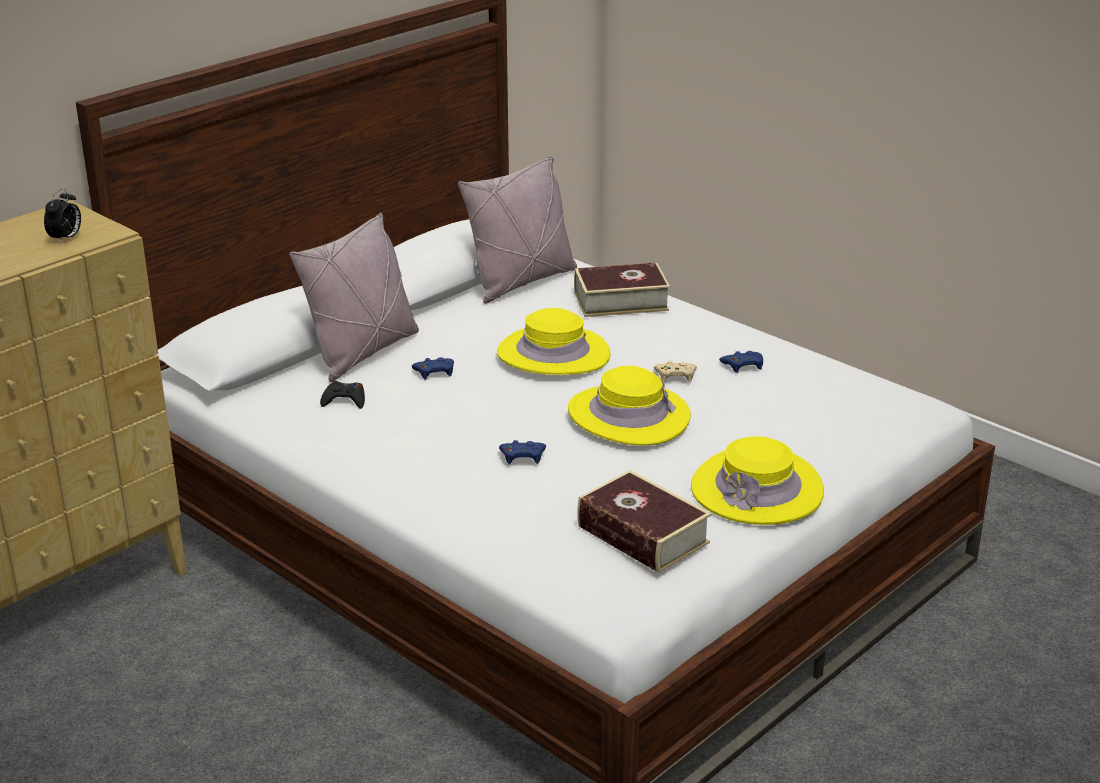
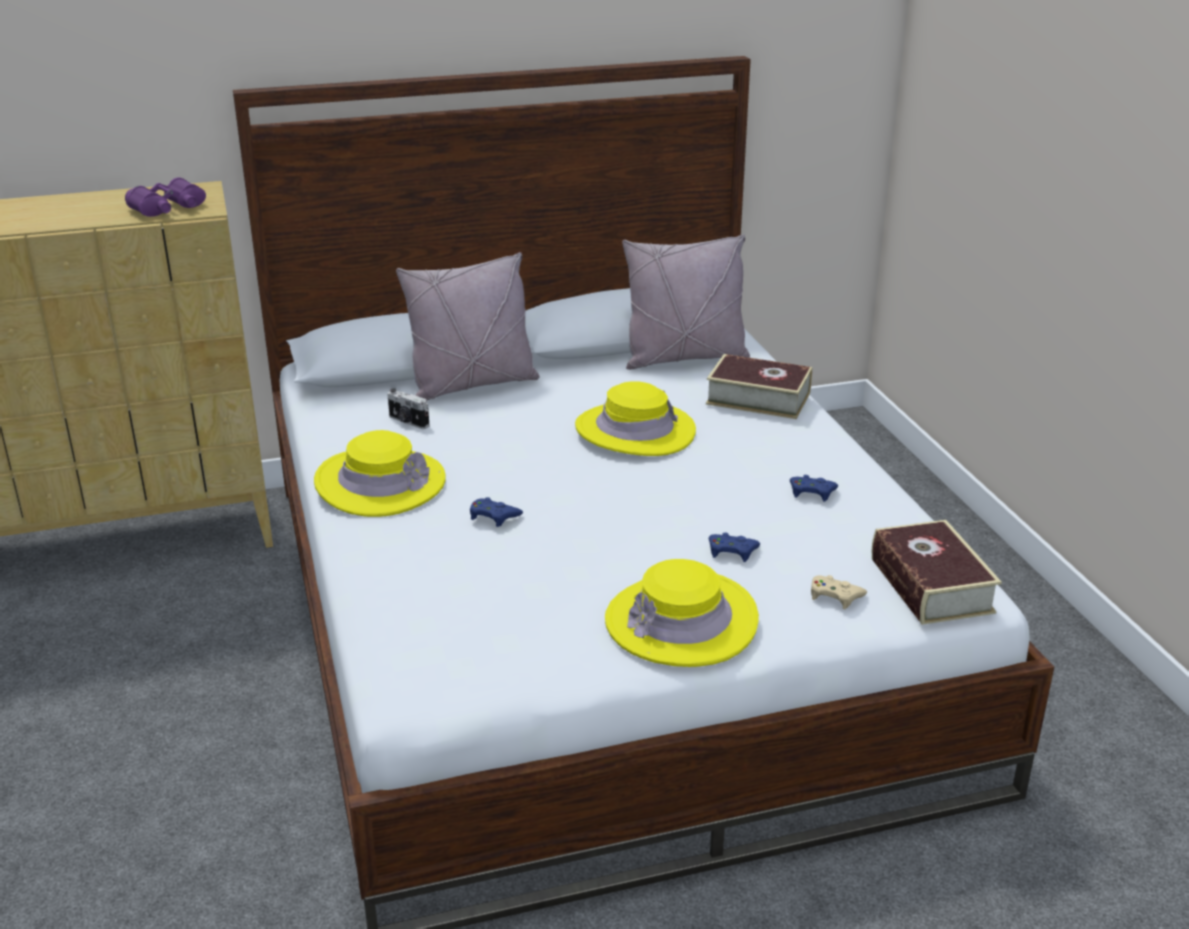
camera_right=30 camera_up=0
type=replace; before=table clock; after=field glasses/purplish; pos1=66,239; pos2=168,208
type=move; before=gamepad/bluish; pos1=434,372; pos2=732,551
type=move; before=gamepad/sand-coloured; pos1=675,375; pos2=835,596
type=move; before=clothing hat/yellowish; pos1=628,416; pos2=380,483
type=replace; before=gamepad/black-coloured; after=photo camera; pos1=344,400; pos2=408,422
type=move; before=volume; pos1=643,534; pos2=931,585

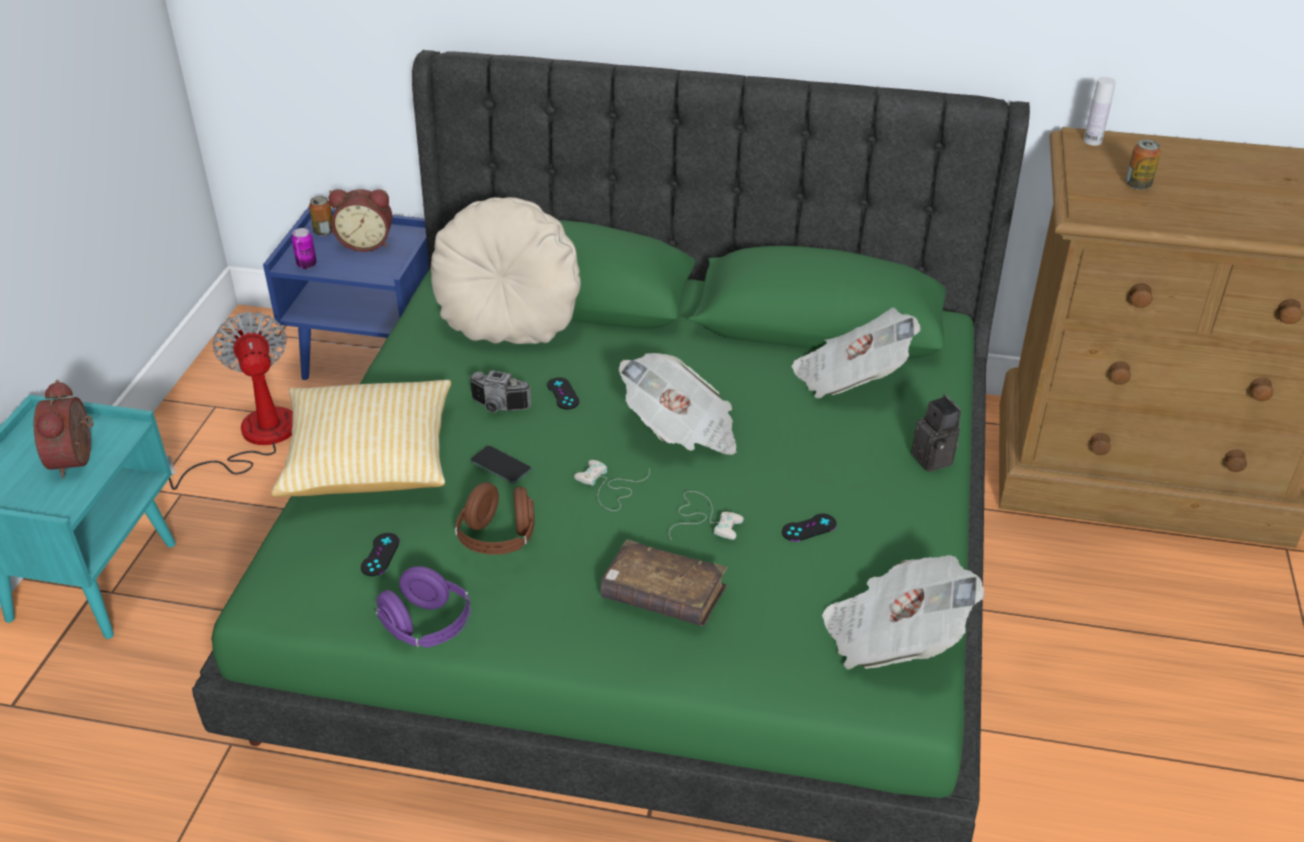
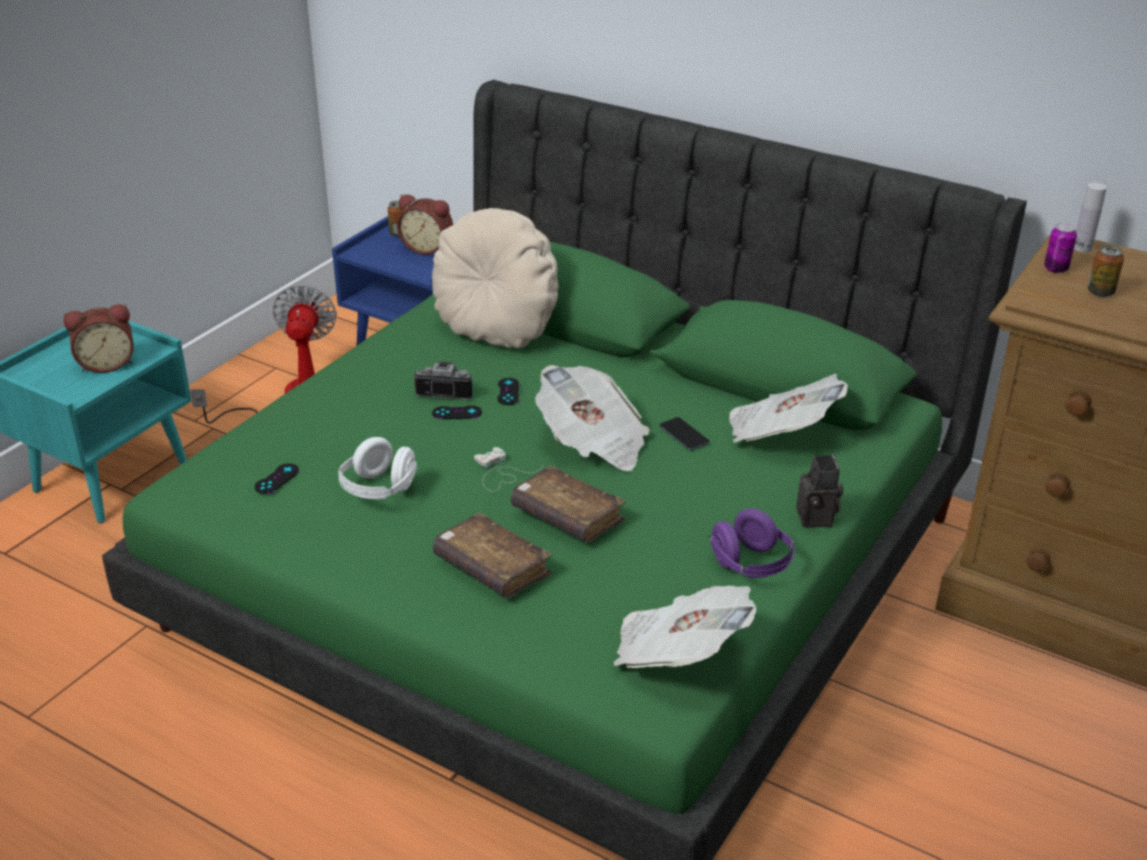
camera_right=20 camera_up=-5
type=move; before=sealed can; pos1=307,265; pos2=1055,269
type=rotate; before=photo camera; pos1=498,408; pos2=445,391; turn=150
type=rotate; before=table clock; pos1=77,459; pos2=107,363; turn=-120
type=delete; before=throw pillow; pos1=369,460
type=move; before=handset; pos1=500,465; pos2=684,435
type=recolor; before=headset/brown; after=headset/white-coloured; pos1=498,539; pos2=379,490
type=replace; before=gamepad/white-coloured; after=volume/brown; pos1=704,518; pos2=567,516
type=move; before=gamepad/black-coloured; pos1=809,528; pos2=457,413
type=move; before=headset/purplish; pos1=427,627; pos2=751,565

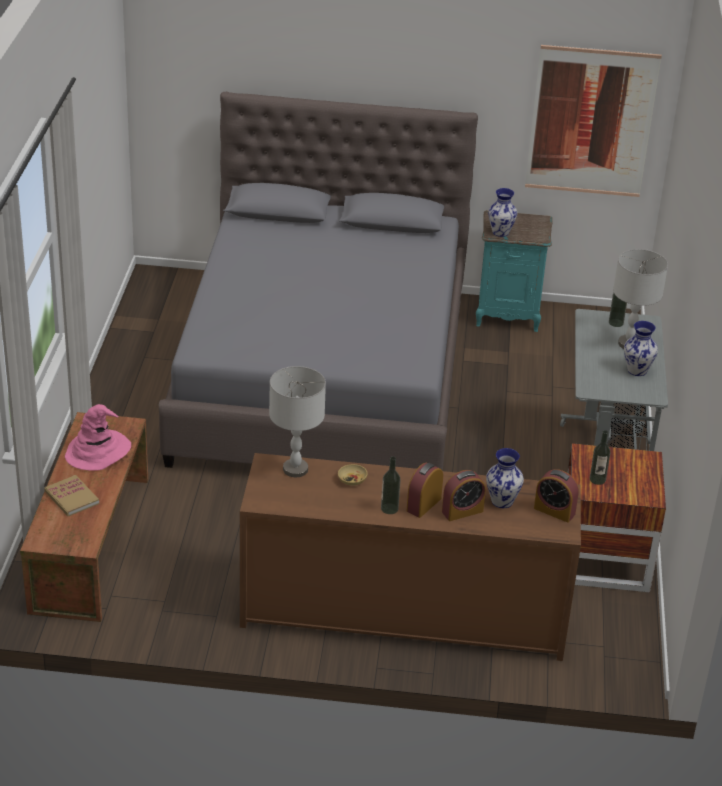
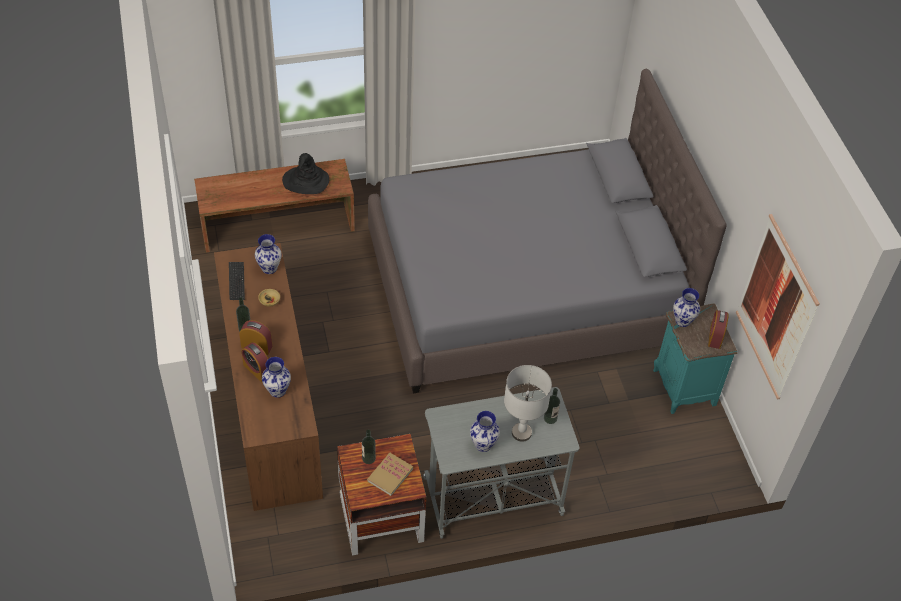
camera_right=70 camera_up=15
type=replace; before=table lamp/grey; after=decorative vase; pos1=296,469; pos2=269,268
type=recolor; before=clothing hat/pink; after=clothing hat/black-coloured; pos1=98,451; pos2=305,181
type=move; before=table clock; pos1=554,511; pos2=715,337
type=move; before=volume; pos1=71,498; pos2=390,475
type=insert; after=computer keyboard; pos2=236,281

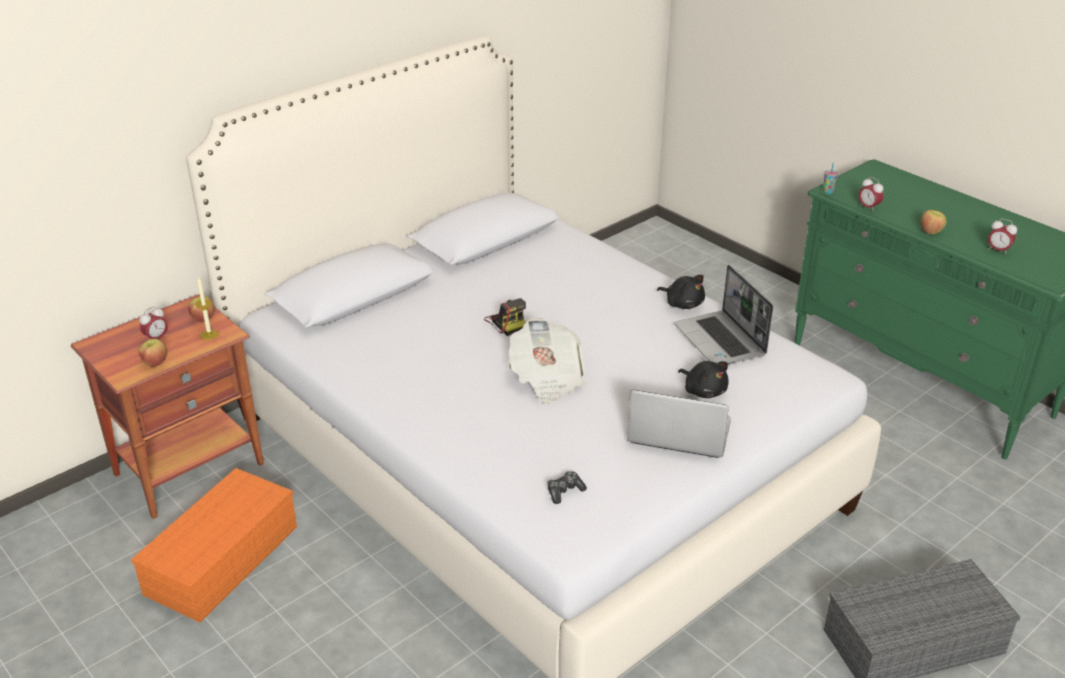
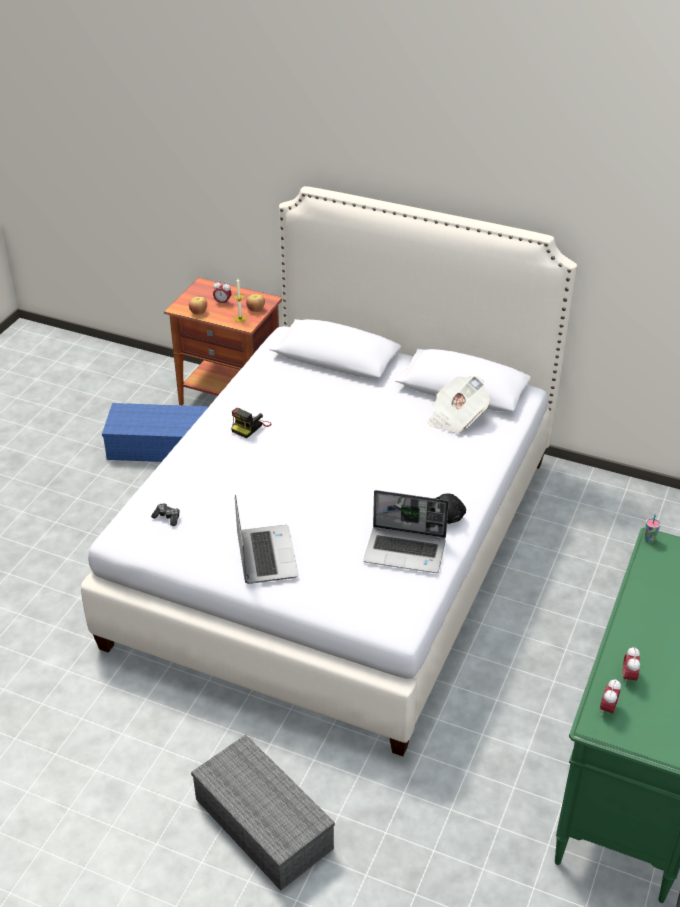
camera_right=65 camera_up=5
type=move; before=table clock; pos1=868,208; pos2=608,709
type=delete; before=apple fruit; pos1=931,231
type=rotate; before=laptop; pos1=721,341; pos2=406,550; turn=-120
type=move; before=photo camera; pos1=506,322; pos2=250,427
type=move; before=daily paper; pos1=546,378; pos2=456,417
type=delete; before=plush toy/black-coloured; pos1=703,390
type=recolor; before=storage container/orange; after=storage container/bluish; pos1=222,557; pos2=162,445

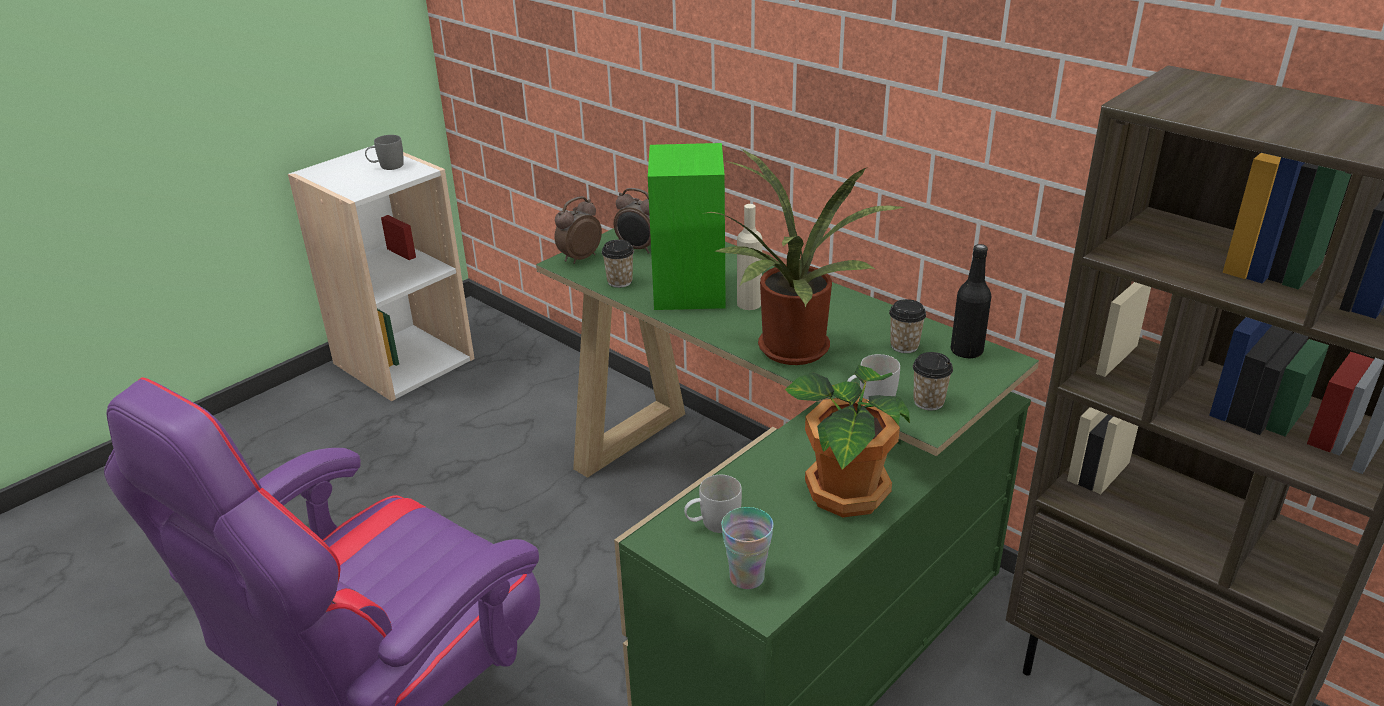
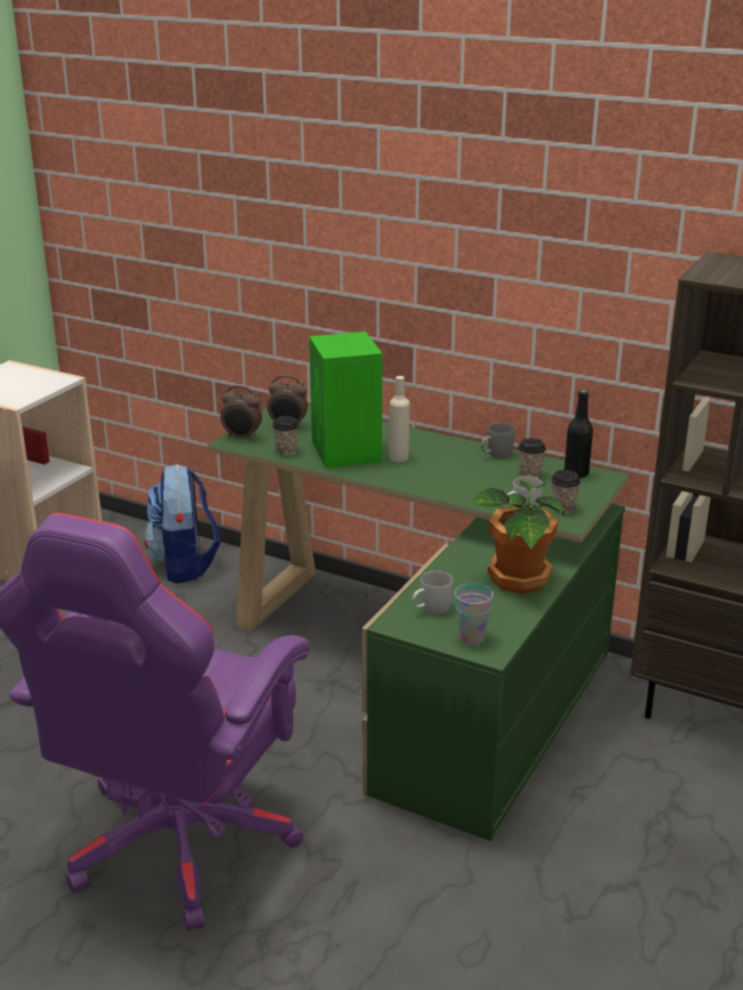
camera_right=-15 camera_up=-5
type=move; before=tea mug/grey; pos1=386,166; pos2=495,455
type=delete; before=plant in a pot; pos1=790,353
type=rotate; before=table clock; pos1=579,258; pos2=242,437; turn=-105
type=insert; after=backpack; pos2=185,565

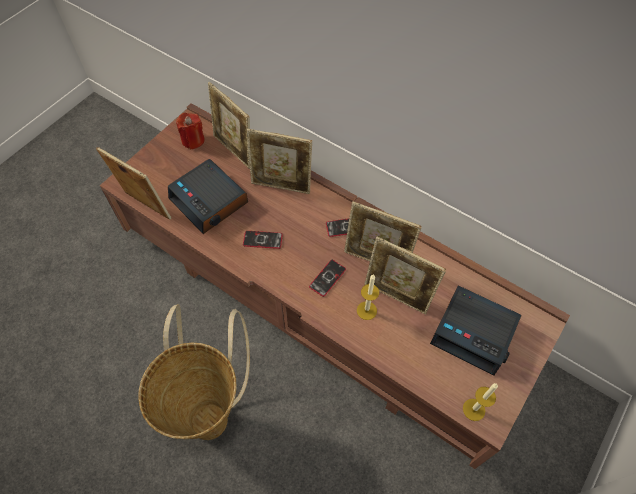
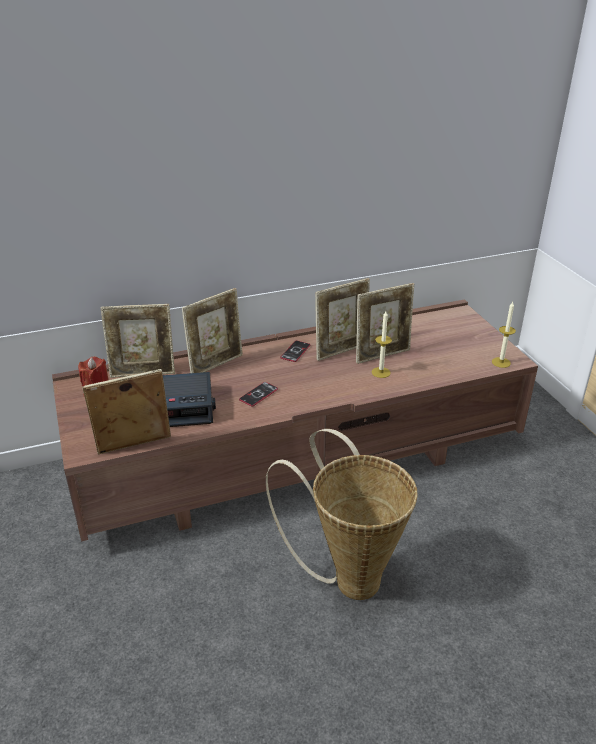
camera_right=-55 camera_up=-25
type=delete; before=handset; pos1=327,278
type=delete; before=table clock; pos1=474,332

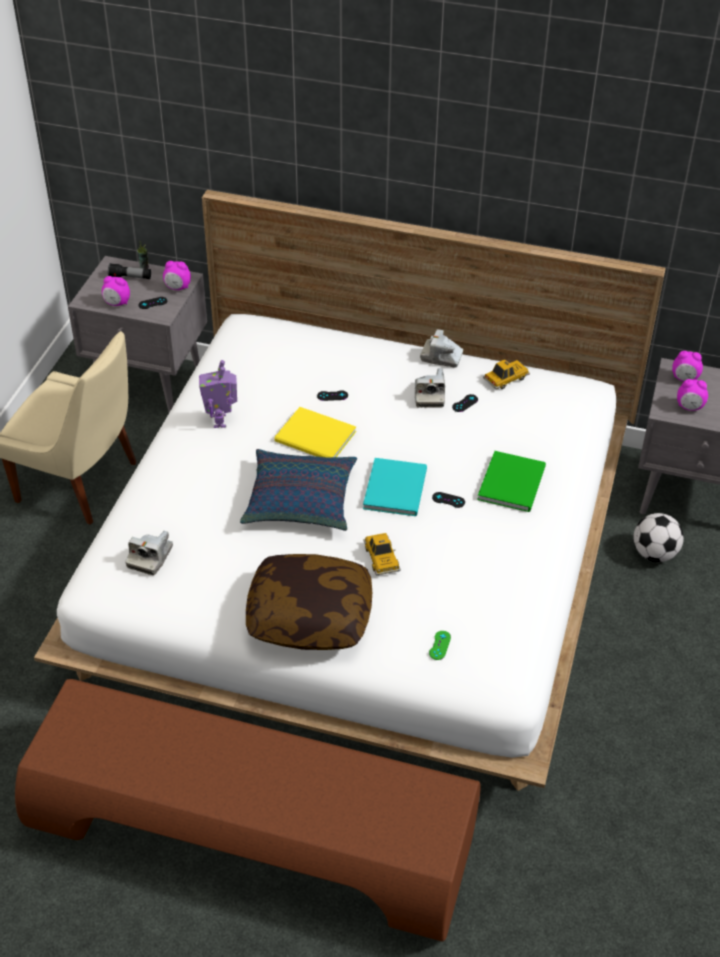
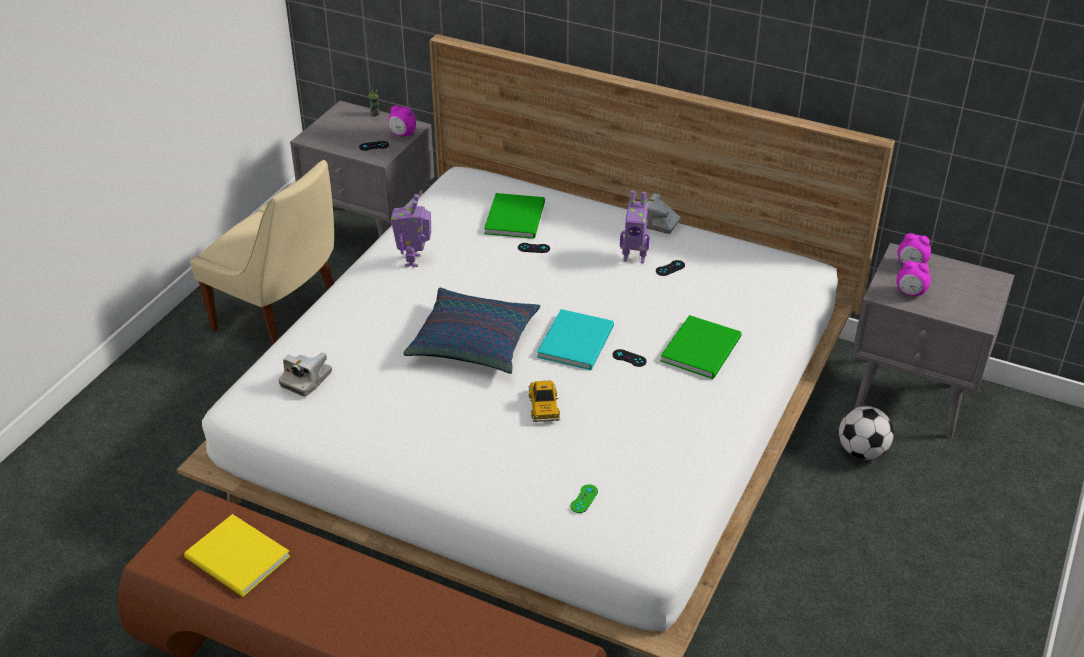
camera_right=10 camera_up=-5
type=delete; before=flashlight; pos1=130,277
type=delete; before=table clock; pos1=117,303
type=delete; before=miniature car; pos1=505,378
type=replace; before=photo camera; after=model robot; pos1=429,395; pos2=634,257
type=move; before=volume/yellowish; pos1=316,438; pos2=237,560
type=delete; before=throw pillow; pos1=310,616
type=insert; after=volume/greenish; pos2=517,217

